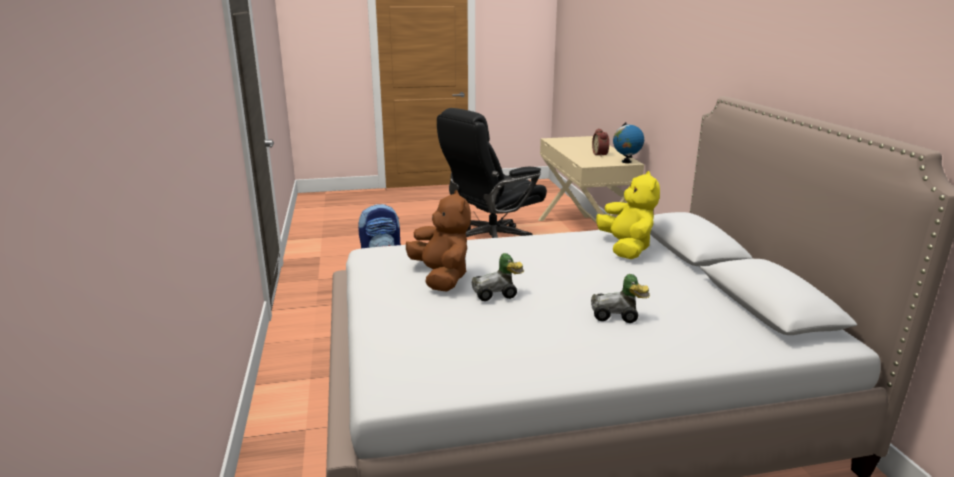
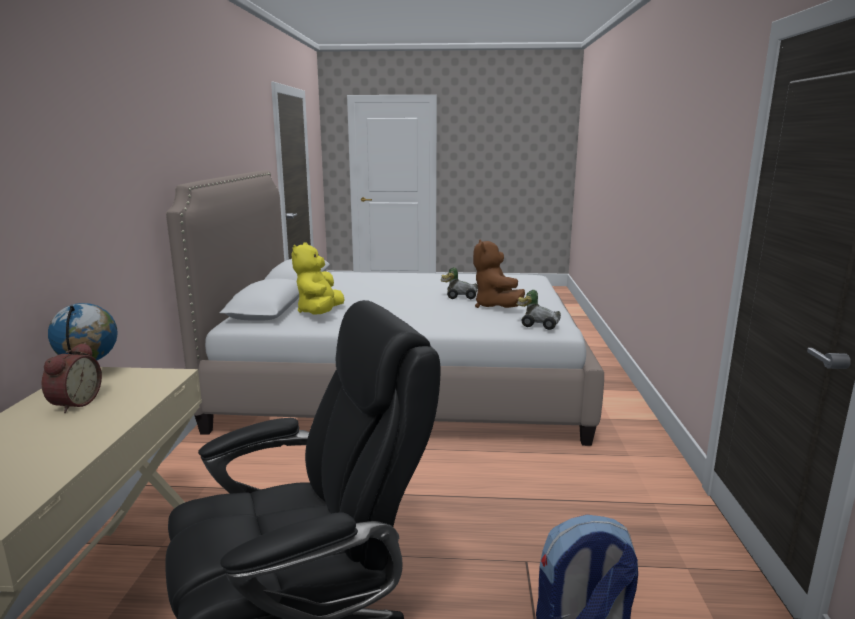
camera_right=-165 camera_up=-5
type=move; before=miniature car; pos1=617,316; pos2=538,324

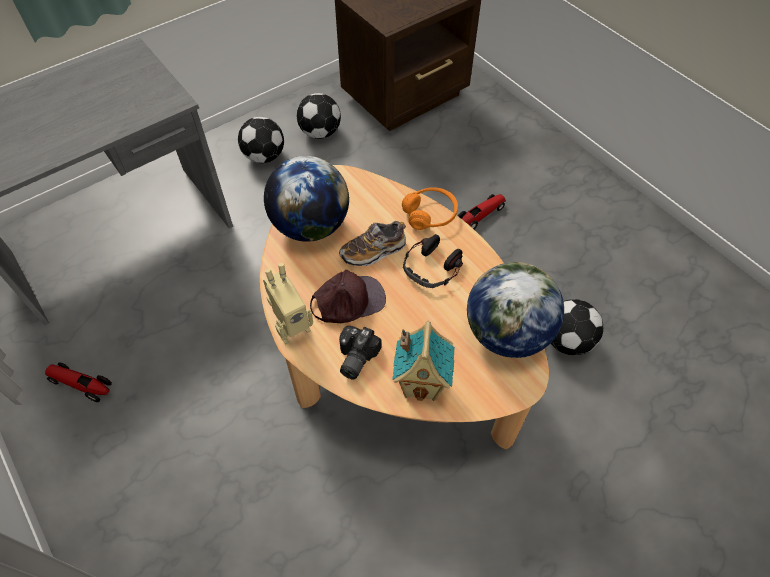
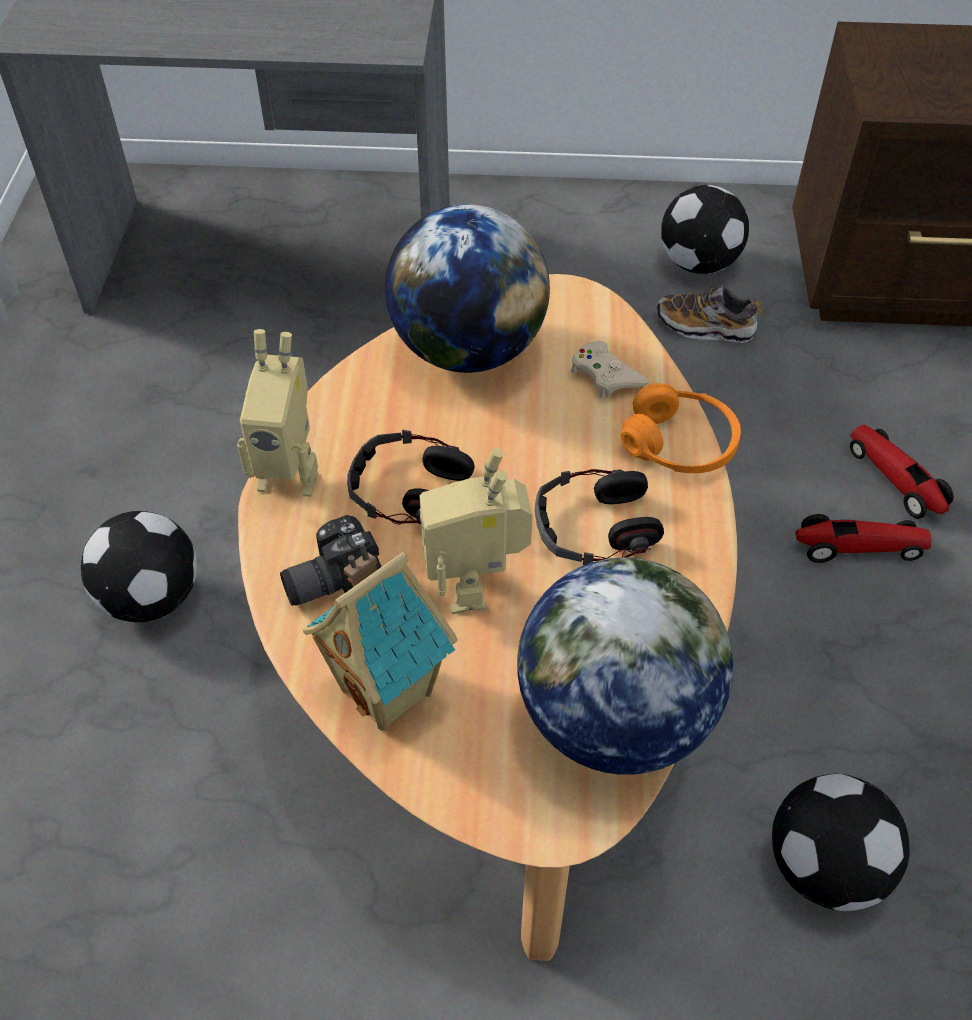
camera_right=40 camera_up=-5
type=move; before=football ball; pos1=265,156; pos2=153,598
type=move; before=low shoe; pos1=373,251; pos2=705,327
type=replace; before=cap/brown; after=headset; pos1=348,301; pos2=409,490
type=move; before=miniature car; pos1=82,384; pos2=896,480
type=insert; after=gamepad/sand-coloured; pos2=606,375
type=insert; after=model robot; pos2=476,586

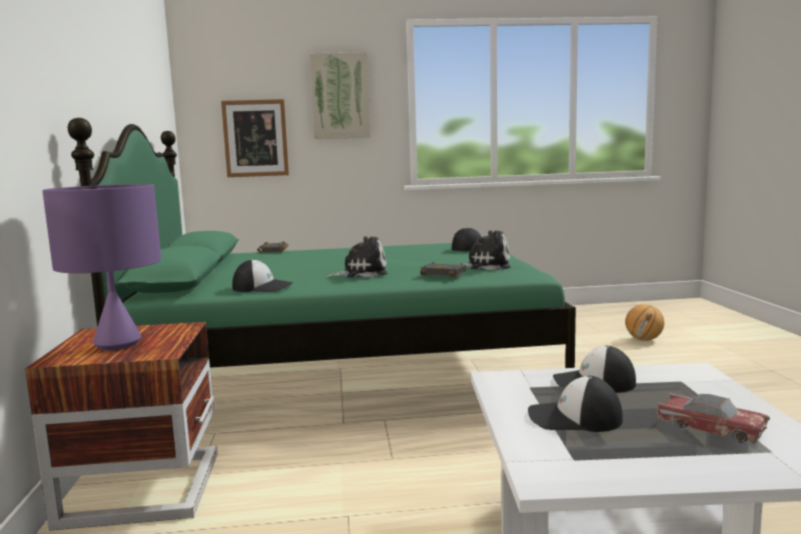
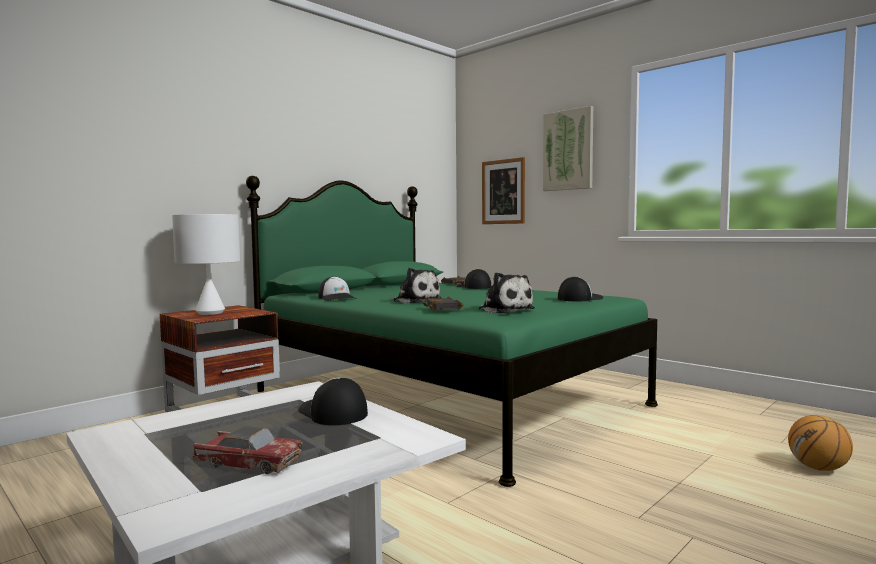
camera_right=50 camera_up=-5
type=recolor; before=table lamp/purplish; after=table lamp/white-coloured; pos1=118,345; pos2=210,313
type=move; before=cap; pos1=573,418; pos2=473,287
type=rotate; before=miniature car; pos1=710,428; pos2=248,462; turn=-75

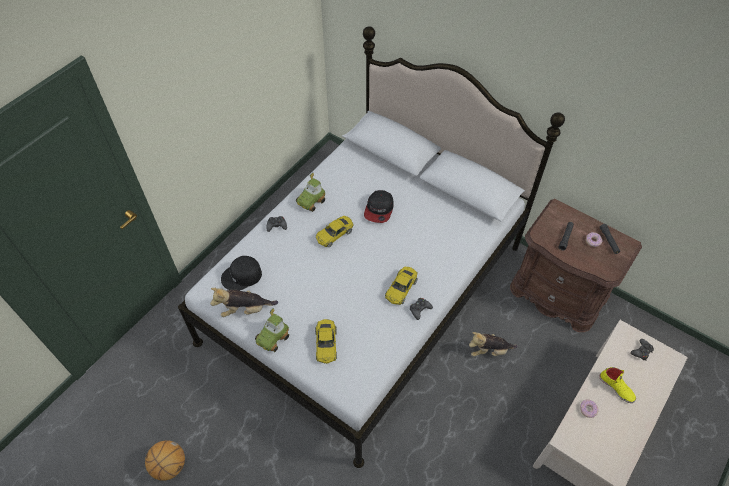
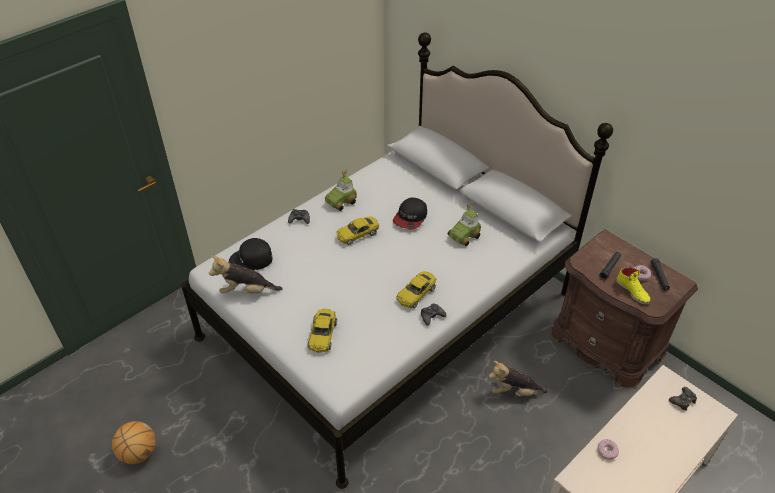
camera_right=10 camera_up=-10
type=move; before=miniature car; pos1=273,338; pos2=464,236
type=move; before=low shoe/yellowish; pos1=617,387; pos2=632,291

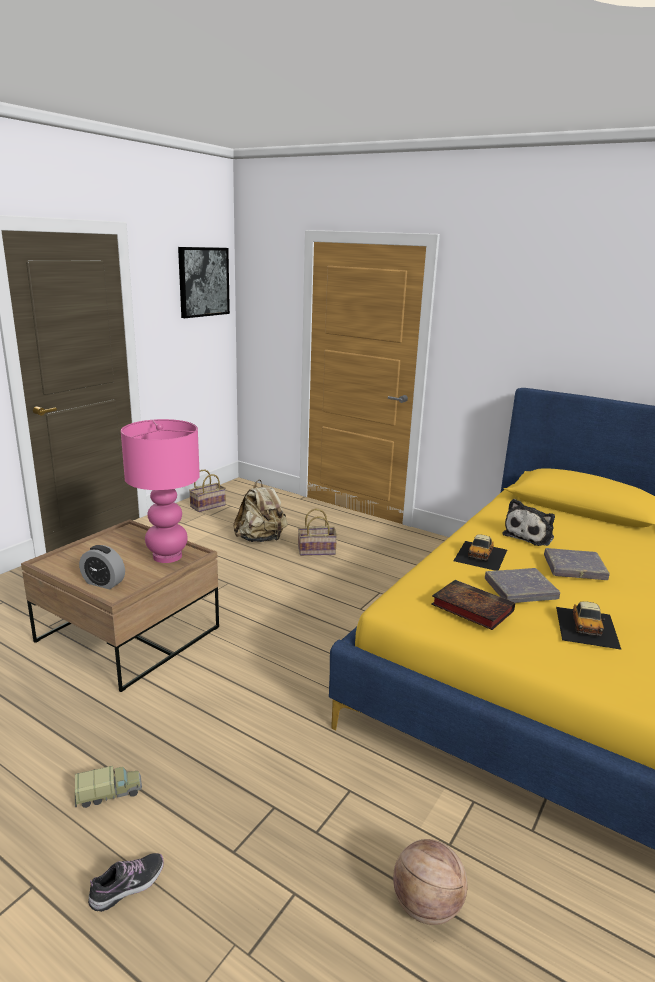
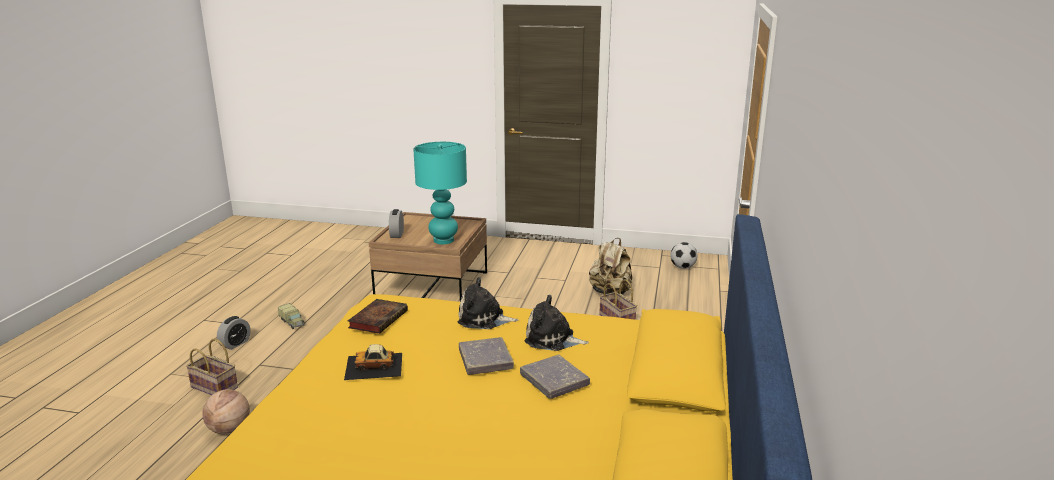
camera_right=70 camera_up=0
type=delete; before=picture; pos1=203,282
type=recolor; before=table lamp/pink; after=table lamp/blue-green; pos1=167,556; pos2=444,240
type=move; before=storage basket; pos1=208,505; pos2=216,387
type=replace; before=miniature car; after=plush toy; pos1=481,555; pos2=484,319
type=move; before=volume/grey; pos1=520,590; pos2=554,380
type=replace; before=low shoe; after=table clock; pos1=128,886; pos2=235,344
type=insert; after=football ball; pos2=682,267

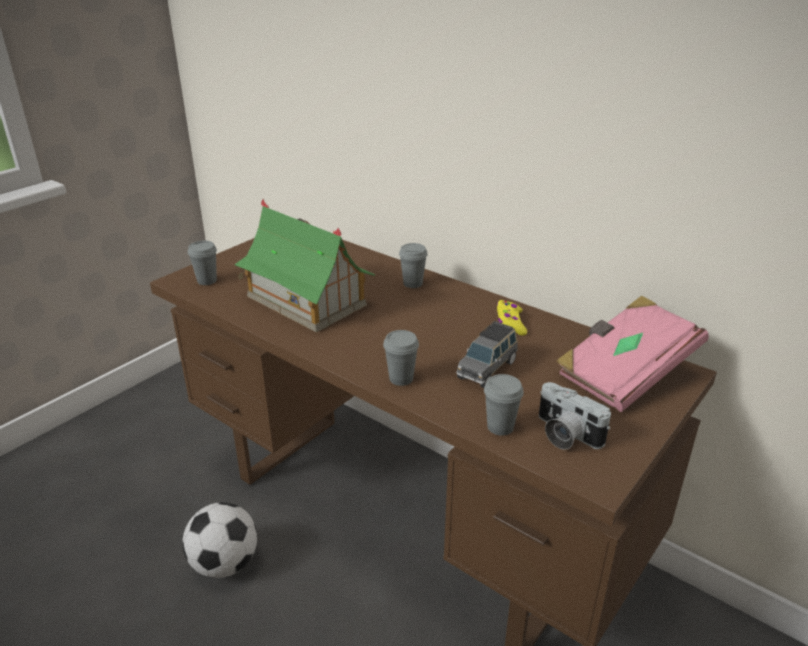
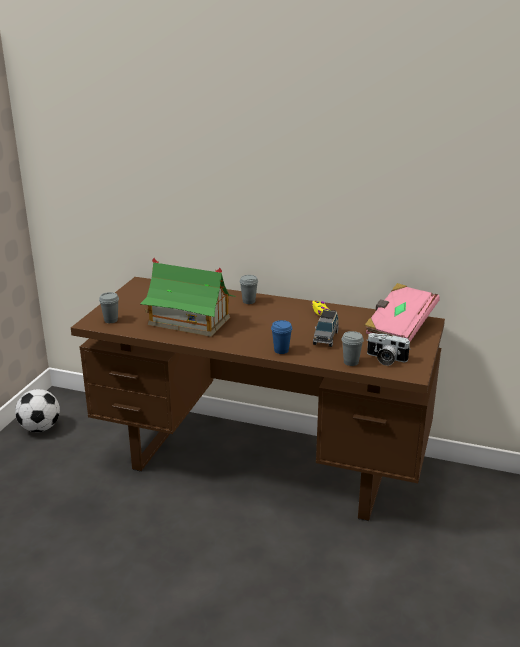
camera_right=-20 camera_up=-5
type=recolor; before=small cup/grey; after=small cup/bluish; pos1=401,379; pos2=281,350
type=move; before=football ball; pos1=224,563; pos2=40,428

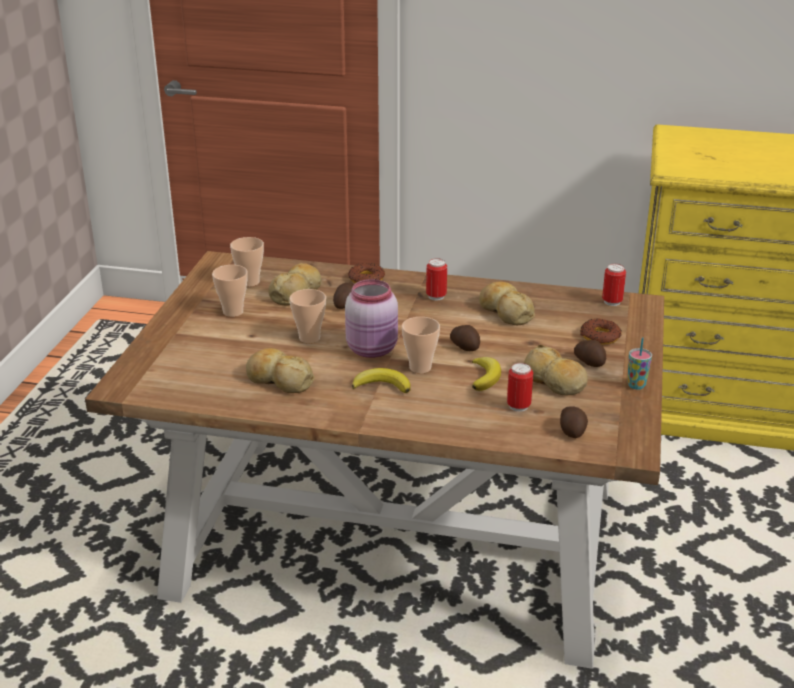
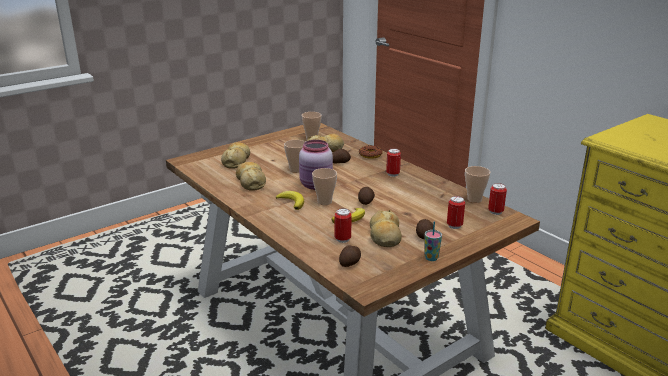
camera_right=40 camera_up=-5
type=move; before=small cup; pos1=233,312; pos2=474,199
type=move; before=baked bread; pos1=505,311; pos2=236,161
type=replace; before=donut; after=sealed can; pos1=600,336; pos2=454,226

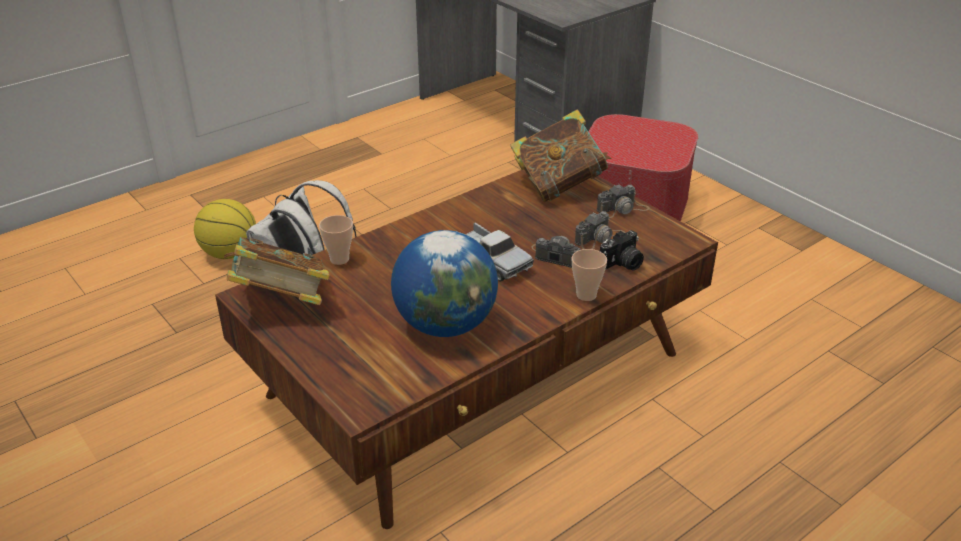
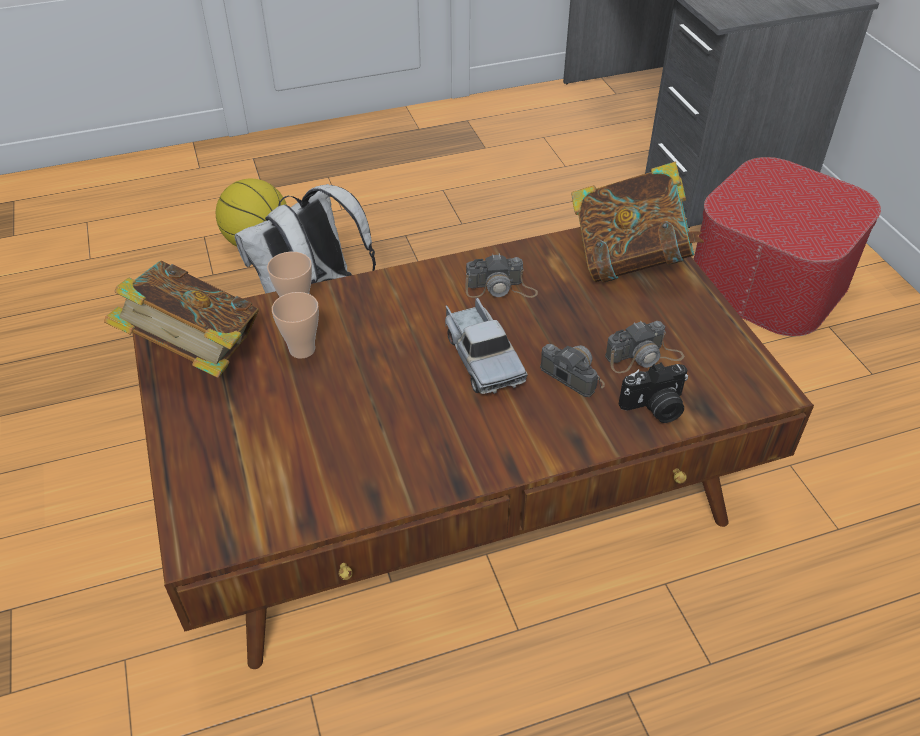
camera_right=20 camera_up=10
type=move; before=photo camera; pos1=622,209; pos2=500,288
type=delete; before=world globe; pos1=446,325
type=move; before=small cup; pos1=586,295; pos2=302,349

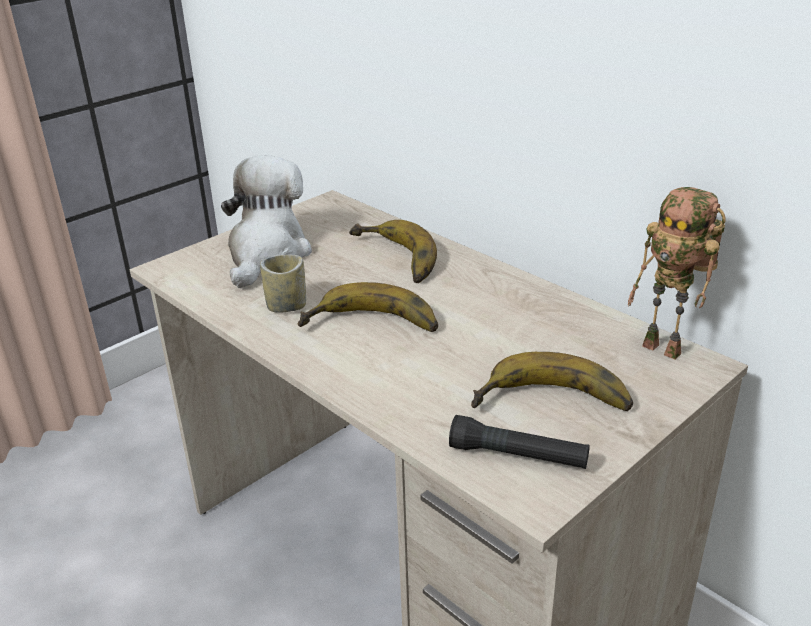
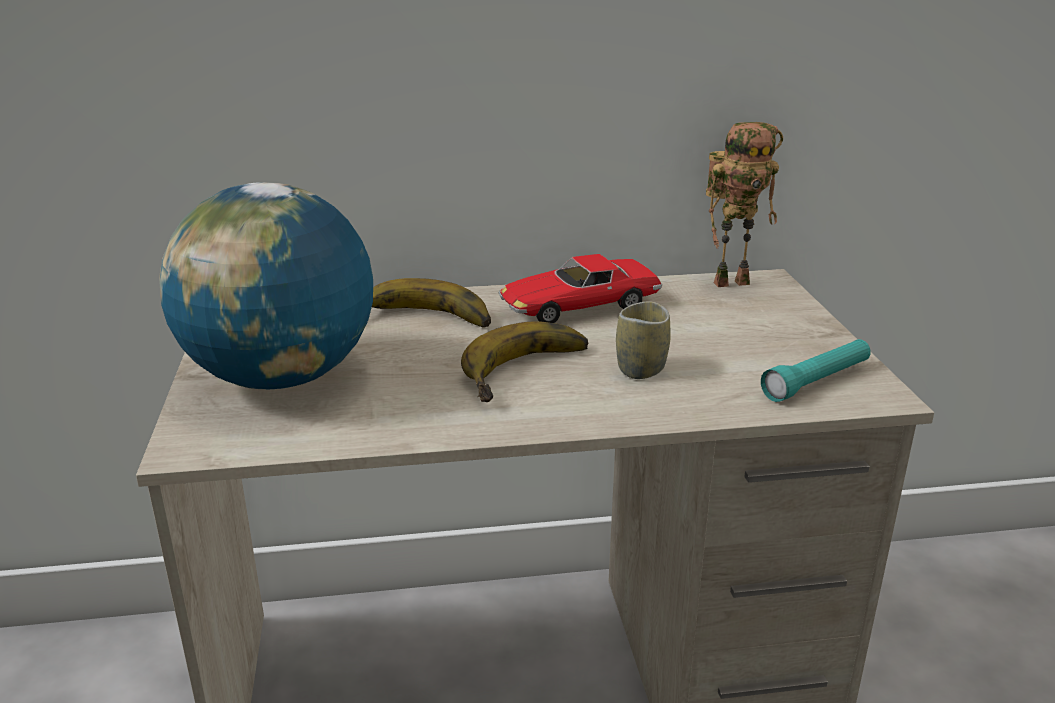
camera_right=-55 camera_up=-5
type=replace; before=plush toy; after=world globe; pos1=266,254; pos2=281,377
type=move; before=small cup; pos1=286,306; pos2=641,369
type=delete; before=banana fruit; pos1=552,406
type=recolor; before=flashlight/black-coloured; after=flashlight/blue-green; pos1=518,456; pos2=816,381
type=insert; after=miniature car; pos2=578,307

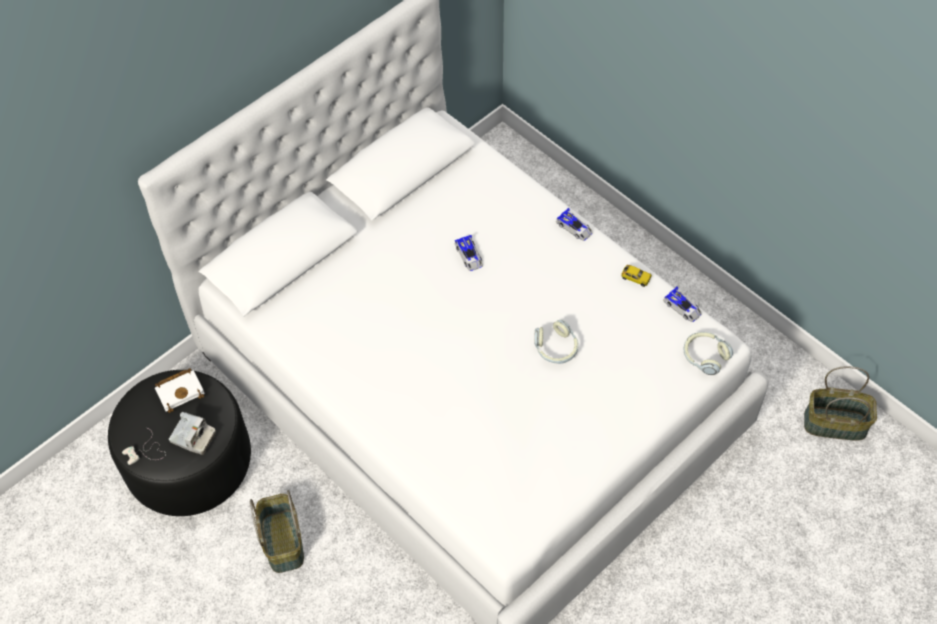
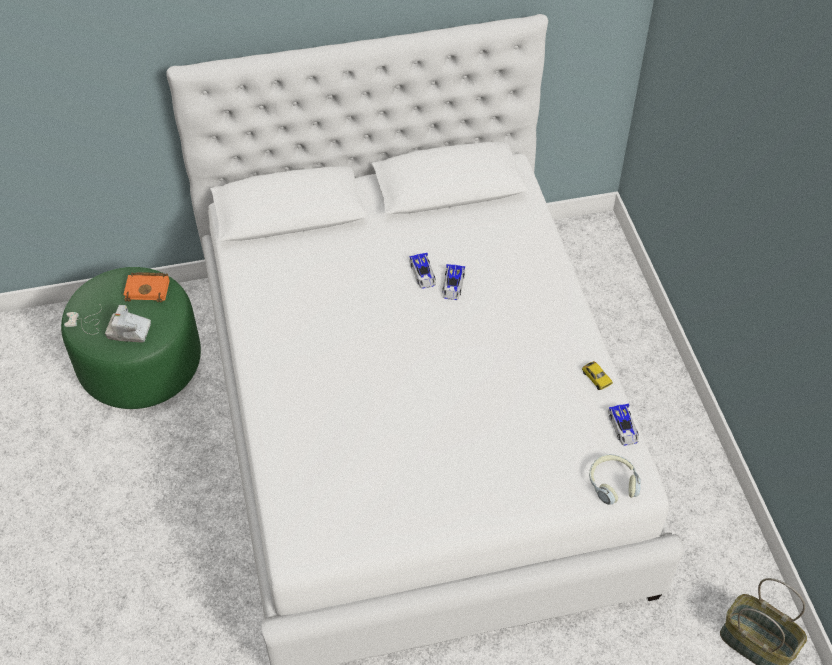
camera_right=30 camera_up=-5
type=move; before=miniature car; pos1=574,228; pos2=423,274
type=delete; before=headset; pos1=556,348
type=recolor; before=volume/white-coloured; after=volume/orange; pos1=181,390; pos2=149,289
type=recolor; before=footrest/black-coloured; after=footrest/greenish; pos1=190,463; pos2=141,364
type=rotate; before=photo camera; pos1=193,438; pos2=129,331; turn=135
type=delete; before=storage basket; pos1=282,541

